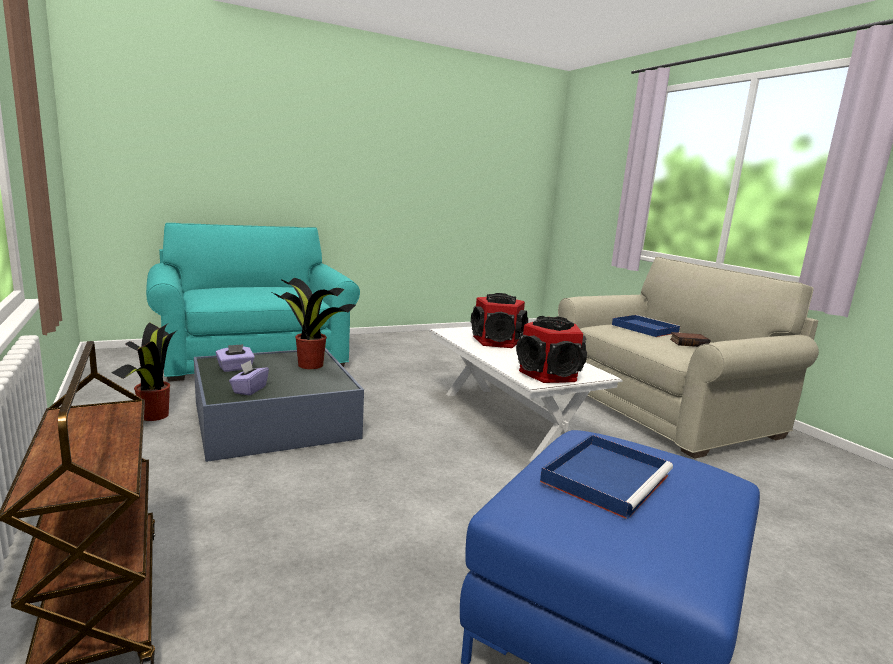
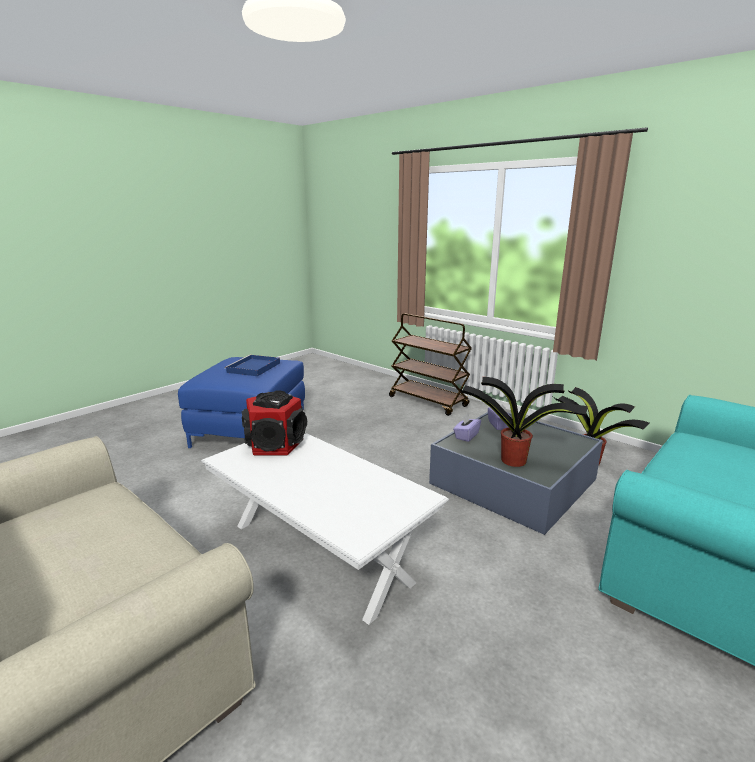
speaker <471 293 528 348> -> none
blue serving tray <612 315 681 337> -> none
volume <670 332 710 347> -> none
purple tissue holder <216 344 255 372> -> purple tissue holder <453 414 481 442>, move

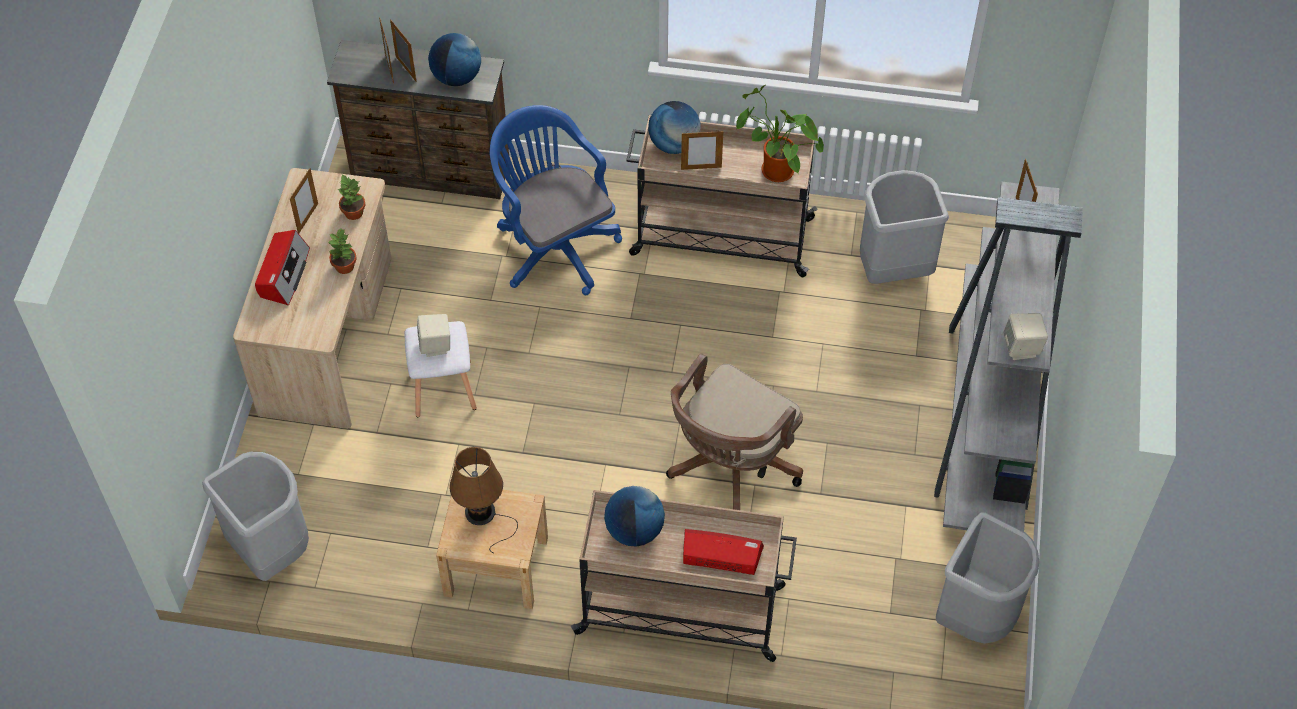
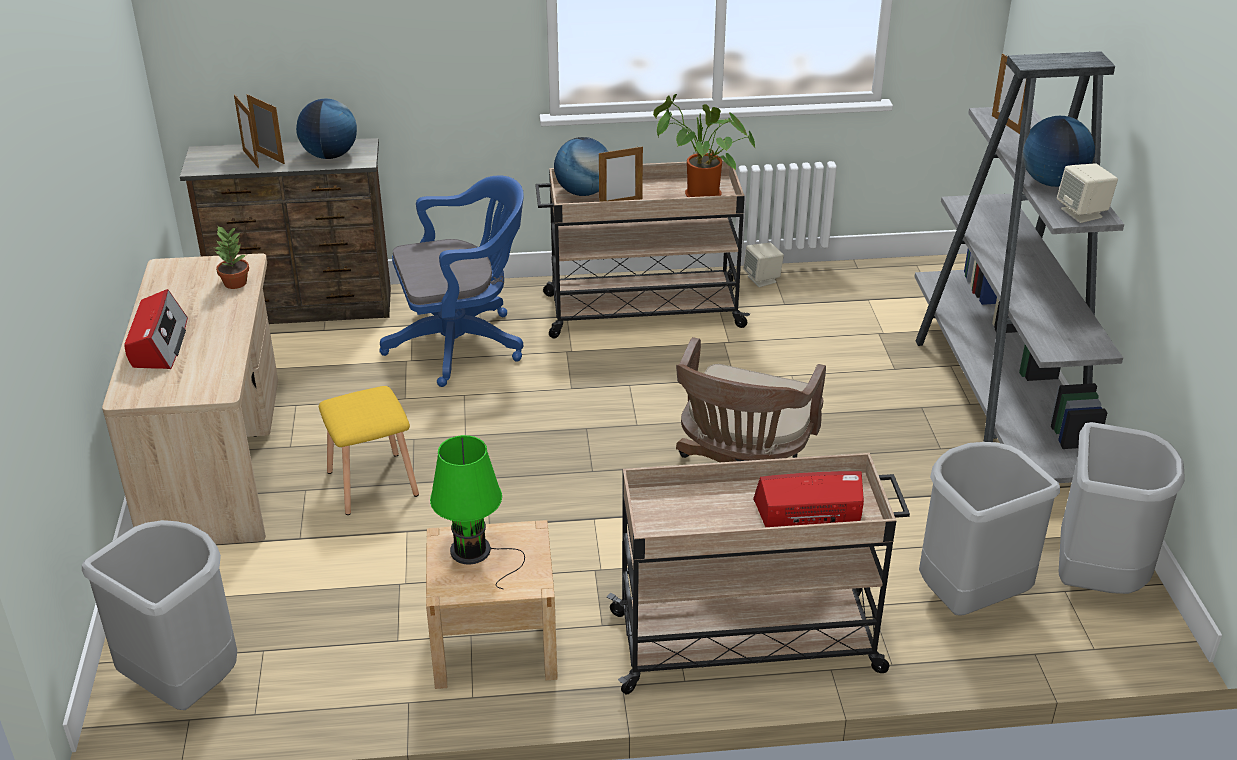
picture frame <290 168 318 234> -> none
plant in a pot <327 228 357 274> -> none
beige speaker <417 314 450 357> -> beige speaker <743 243 784 287>, move
desk globe <604 486 665 547> -> desk globe <1023 116 1095 187>, move
grey waste bin <860 170 949 284> -> grey waste bin <919 442 1060 616>, move
whitish sitting stool <405 321 477 417> -> yellow-coloured sitting stool <319 386 419 515>
brown-coloured table lamp <450 447 518 554> -> greenish table lamp <430 435 525 589>
blue office chair <490 105 622 295> -> blue office chair <379 175 524 387>, 120 degrees clockwise

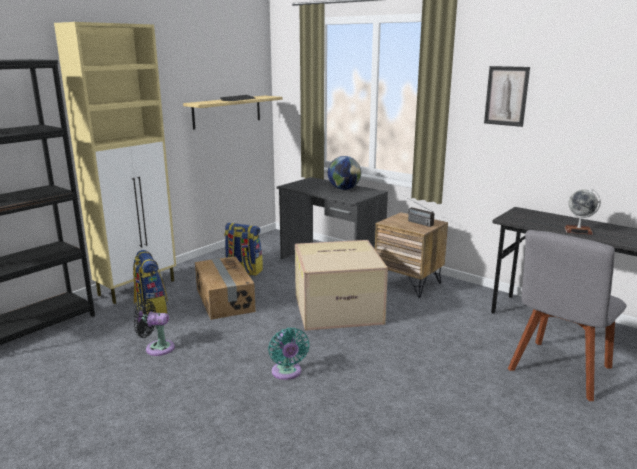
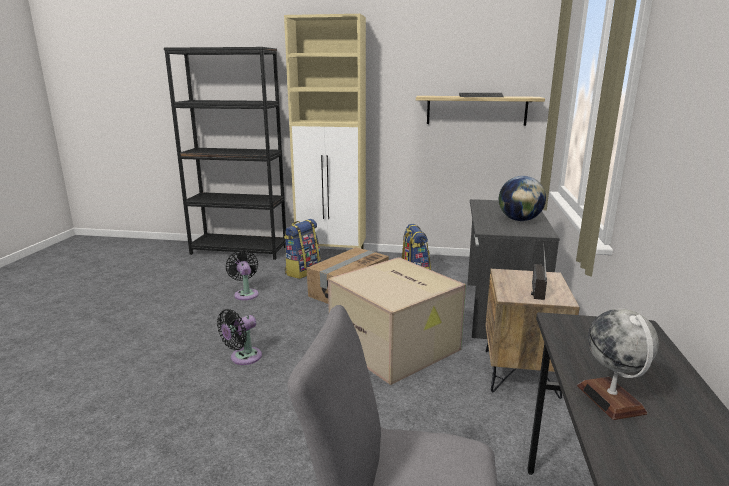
wall art <484 66 530 127> -> none
turquoise fan <268 328 309 380> -> blackish fan <217 309 262 365>

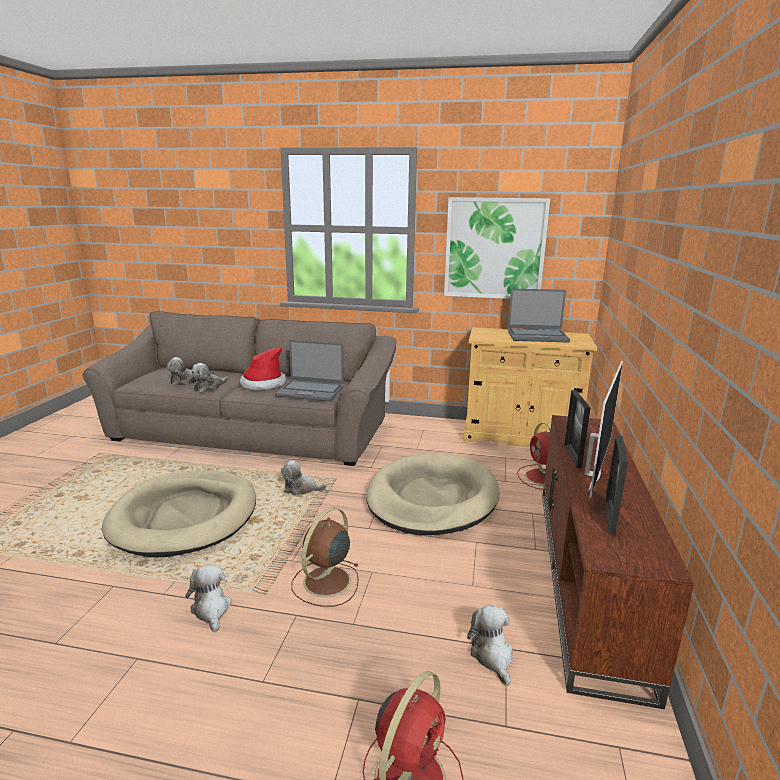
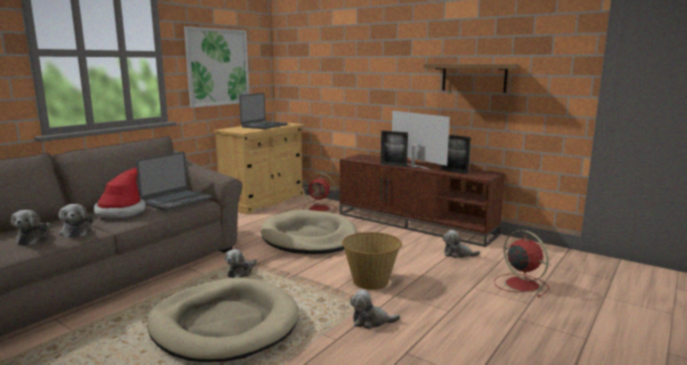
none -> bracket shelf <424 64 519 93>
brown-coloured fan <291 507 359 607> -> storage basket <342 232 402 290>

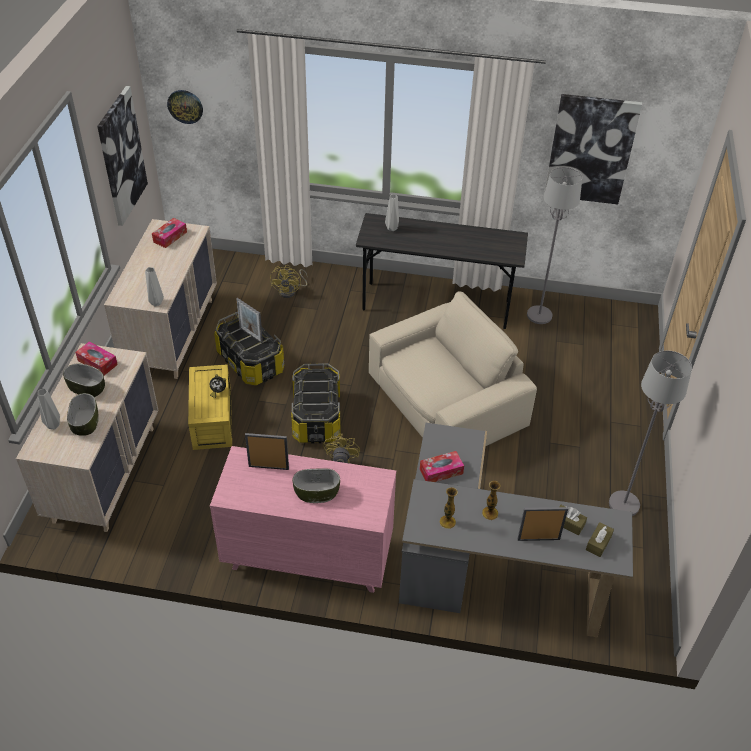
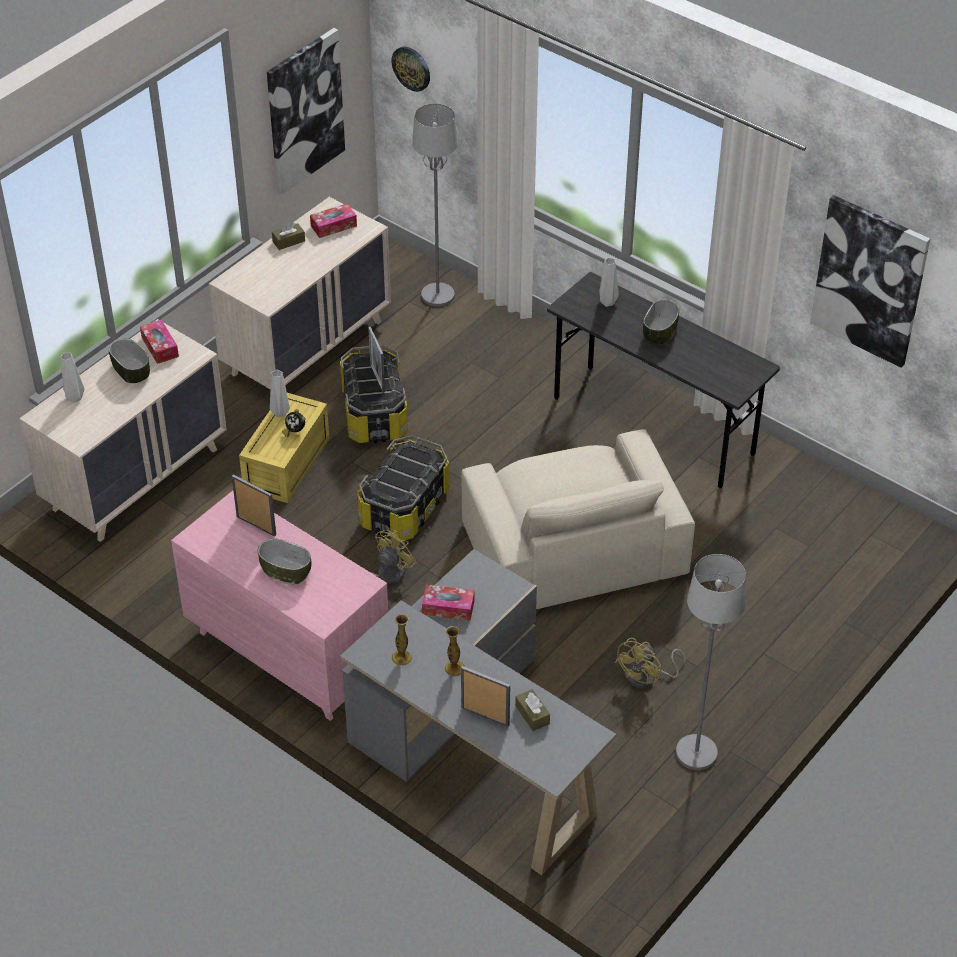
bowl <67 393 99 436> -> bowl <643 299 679 344>, move
grey flower vase <145 267 164 306> -> grey flower vase <270 370 290 417>, move
yellow-coloured fan <270 265 308 298> -> yellow-coloured fan <615 638 686 688>, move
grey standard lamp <527 167 582 324> -> grey standard lamp <412 103 458 307>, move
brown-coloured tissue holder <586 522 614 557> -> brown-coloured tissue holder <272 222 305 250>, move
beige armchair <369 291 537 446> -> beige armchair <462 429 695 609>, 75 degrees clockwise

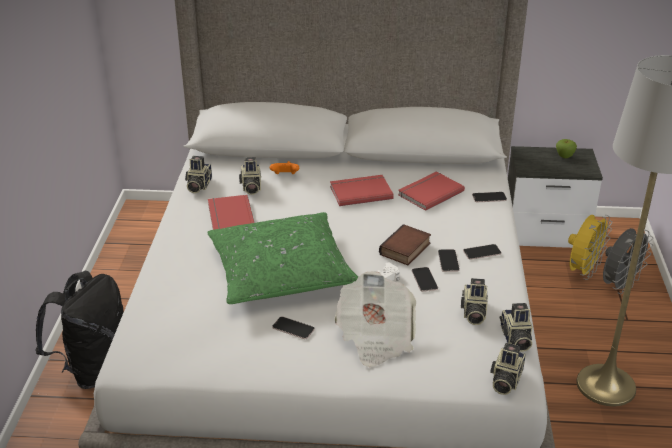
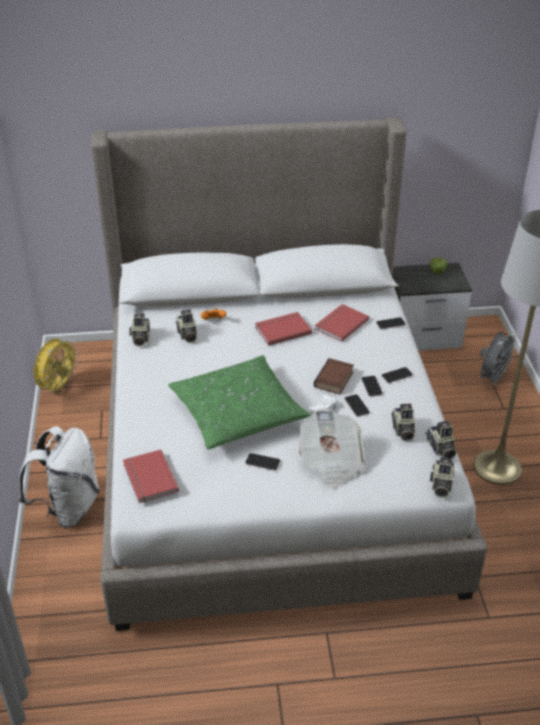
red volume <208 195 255 230> -> red volume <123 449 179 503>, move
yellow-coloured fan <568 215 613 280> -> yellow-coloured fan <34 338 79 395>, move
blackish rucksack <35 270 124 389> -> whitish rucksack <19 426 100 528>

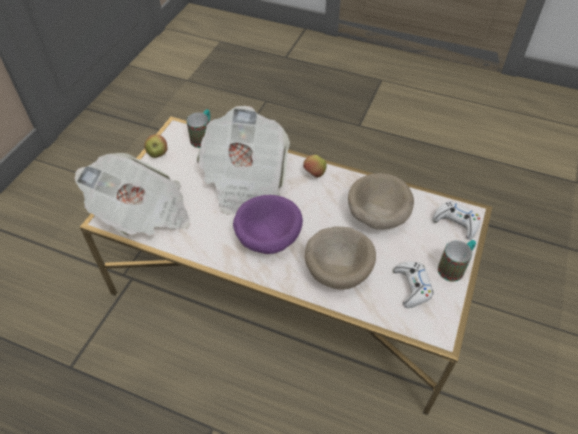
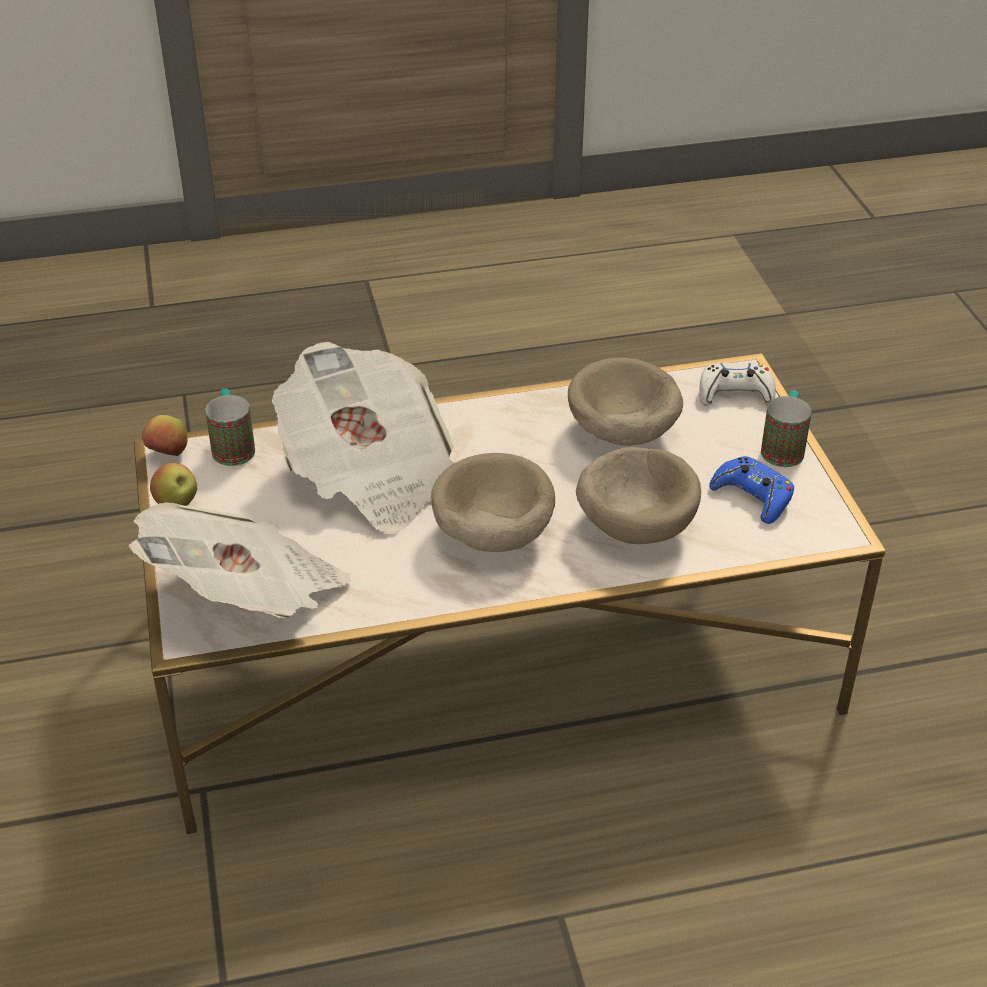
whole apple <303 155 327 178> -> whole apple <142 415 188 456>, move
purple bowl <233 195 303 254> -> beige bowl <431 453 555 552>
whitish game controller <393 261 433 308> -> blue game controller <709 456 794 524>

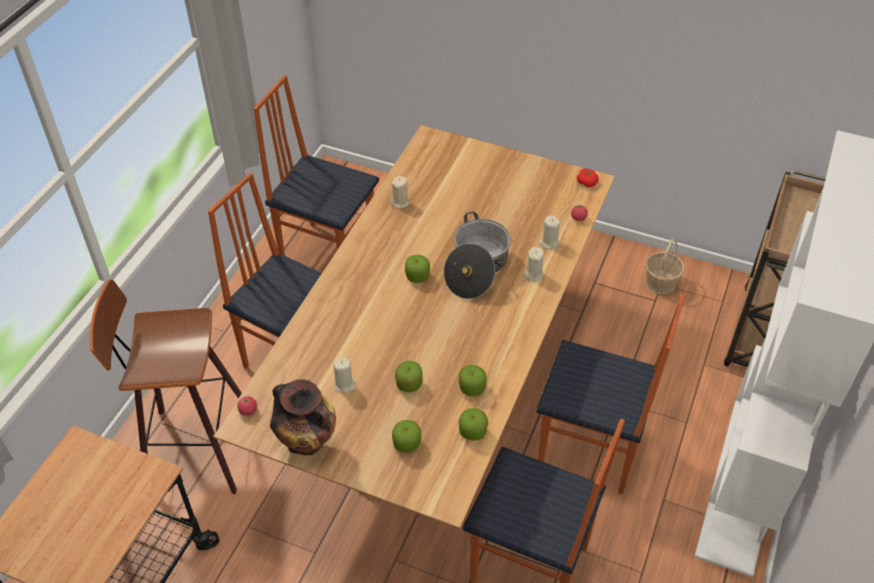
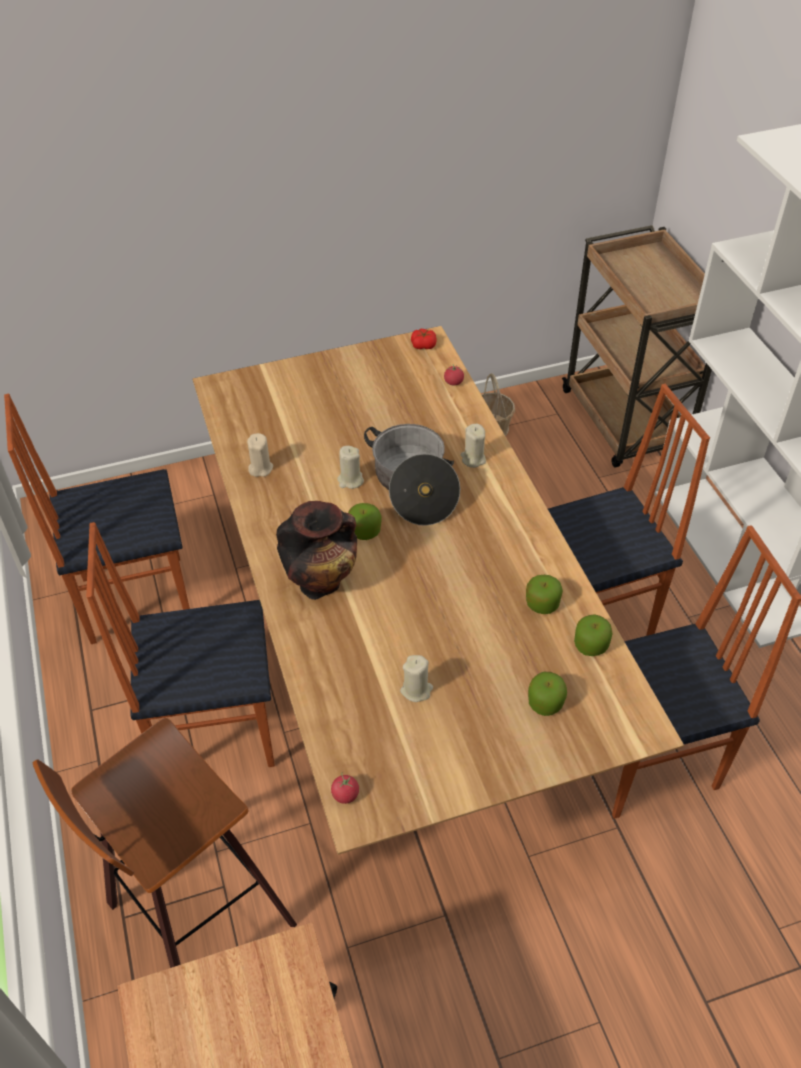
whole apple <395 361 423 393> -> none
flower vase <270 379 336 455> -> flower vase <276 501 357 600>, move
beige candle <539 215 561 250> -> beige candle <337 446 364 489>, move

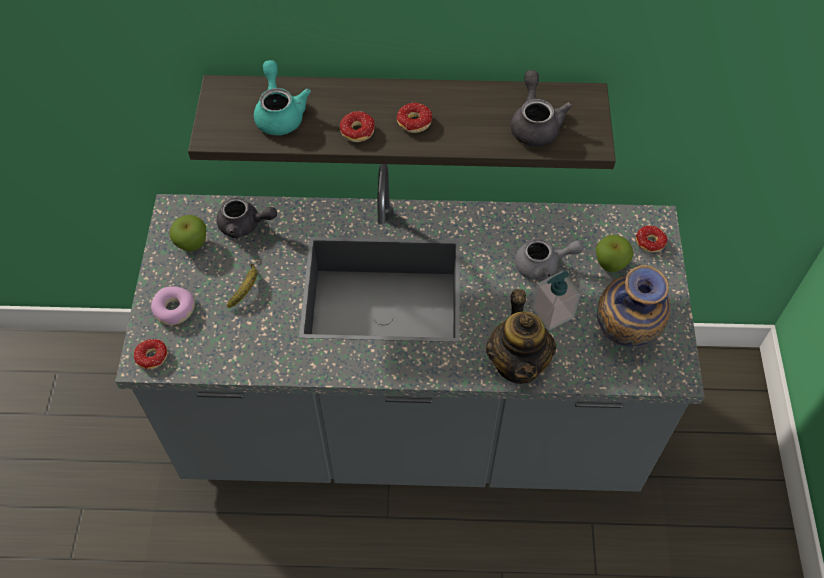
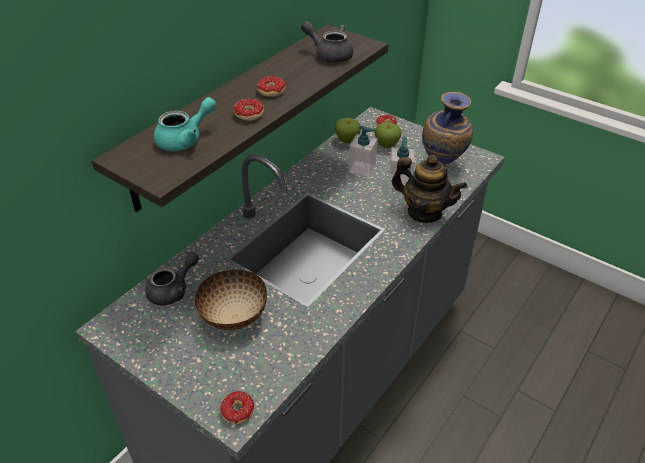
donut <151 286 195 325> -> none
whole apple <170 215 206 252> -> whole apple <335 118 361 143>, move
banana fruit <227 264 257 308> -> bowl <194 269 267 330>
grey pot for tea <515 238 584 281> -> liquid soap bottle <348 126 378 177>
turquoise pot for tea <254 60 311 135> -> turquoise pot for tea <154 97 216 151>, 120 degrees clockwise

